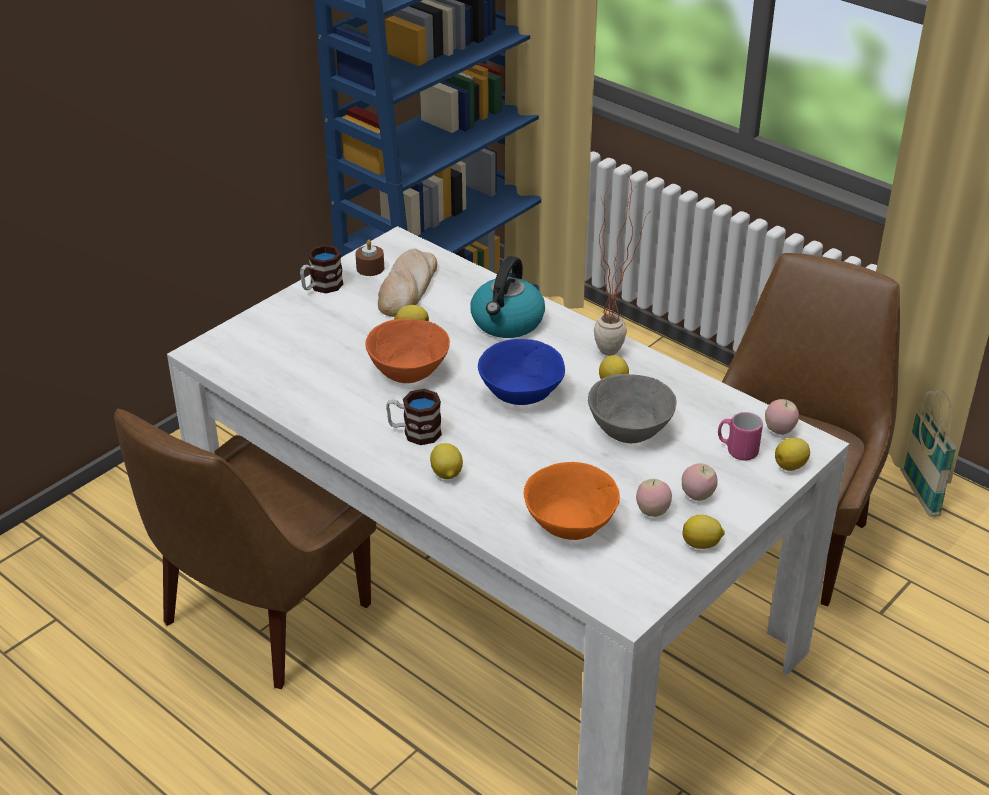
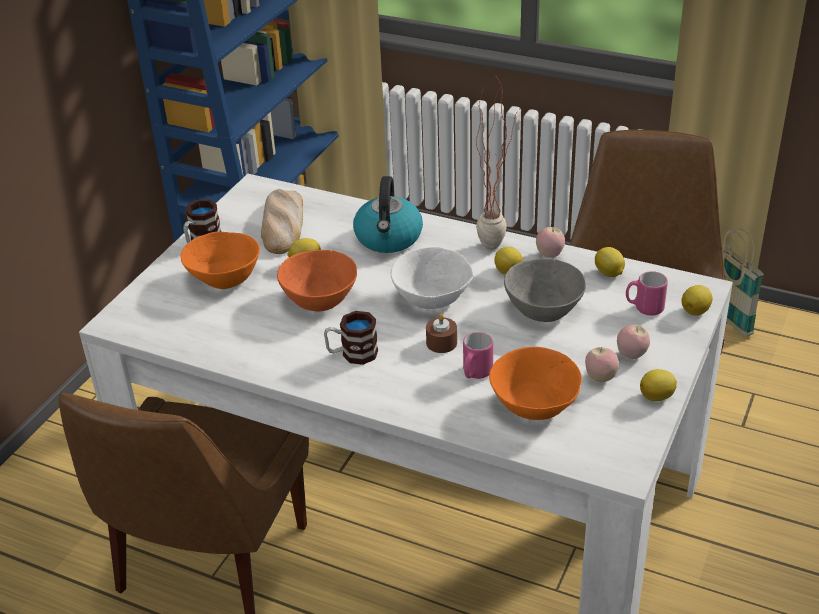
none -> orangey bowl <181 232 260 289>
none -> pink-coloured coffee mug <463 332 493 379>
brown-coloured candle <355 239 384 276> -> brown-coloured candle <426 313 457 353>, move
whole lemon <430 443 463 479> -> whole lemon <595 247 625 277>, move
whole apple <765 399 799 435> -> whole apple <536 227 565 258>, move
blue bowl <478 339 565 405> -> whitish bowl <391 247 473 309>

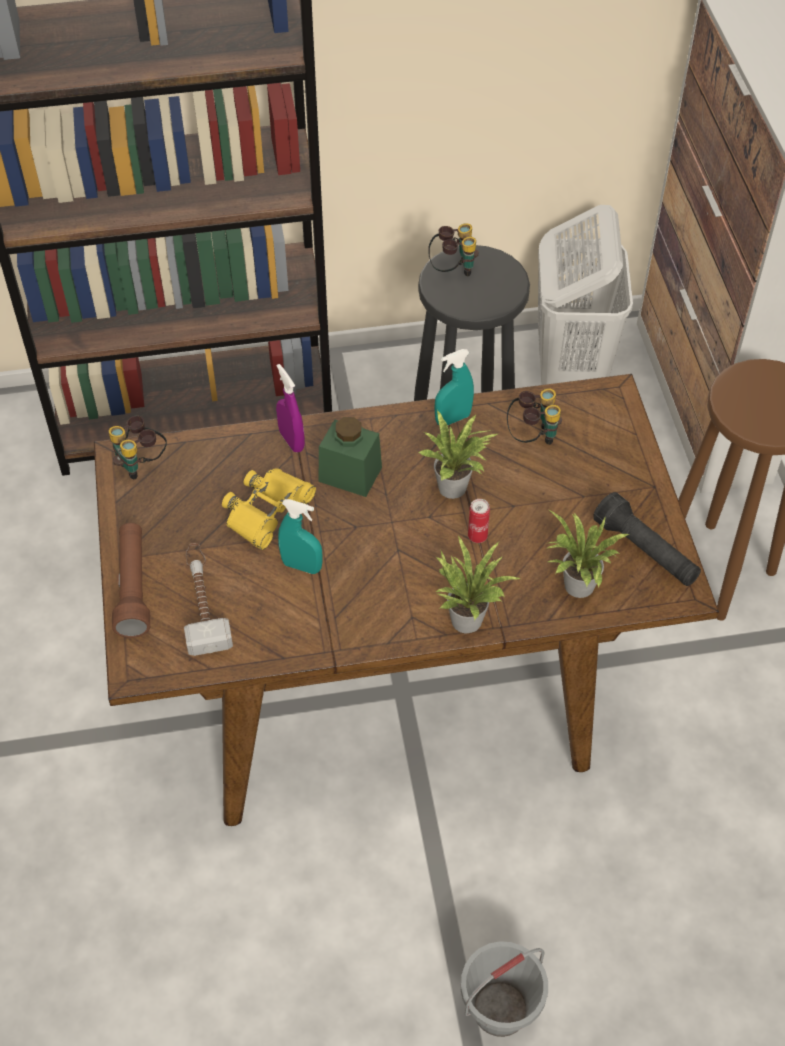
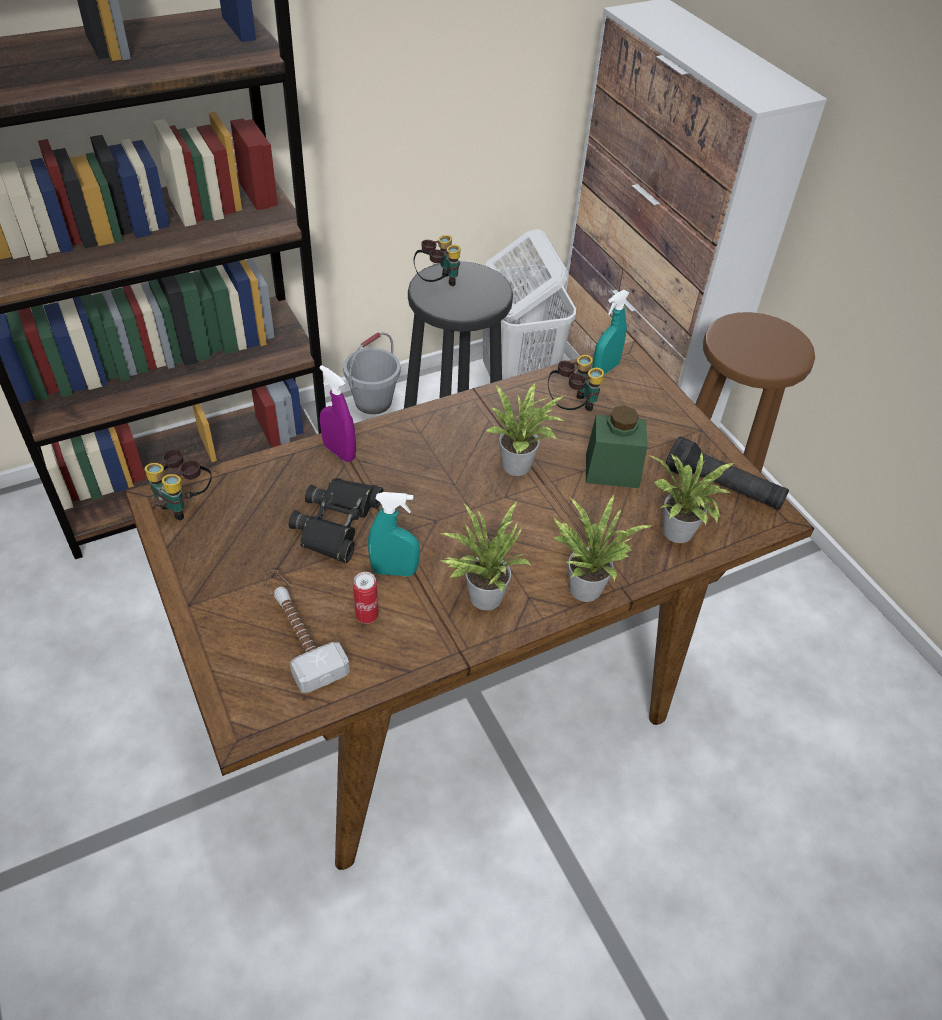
brown-coloured torch <112 523 150 638> -> none
none -> plant in a pot <439 500 532 610>
greenish preserve jar <318 417 382 497> -> greenish preserve jar <586 405 647 488>, move
turquoise sprayer <434 349 474 425> -> turquoise sprayer <592 290 630 374>, move
grey pail <461 941 548 1037> -> grey pail <343 332 400 414>, move
can <468 499 490 543> -> can <353 572 378 624>, move
yellow-coloured field glasses <222 468 316 550> -> blackish field glasses <289 478 384 563>

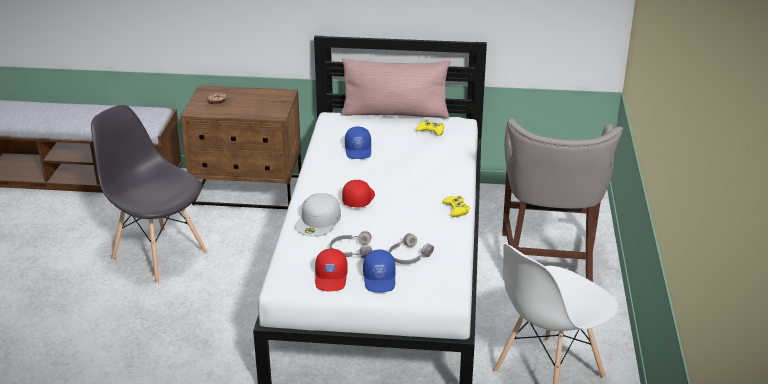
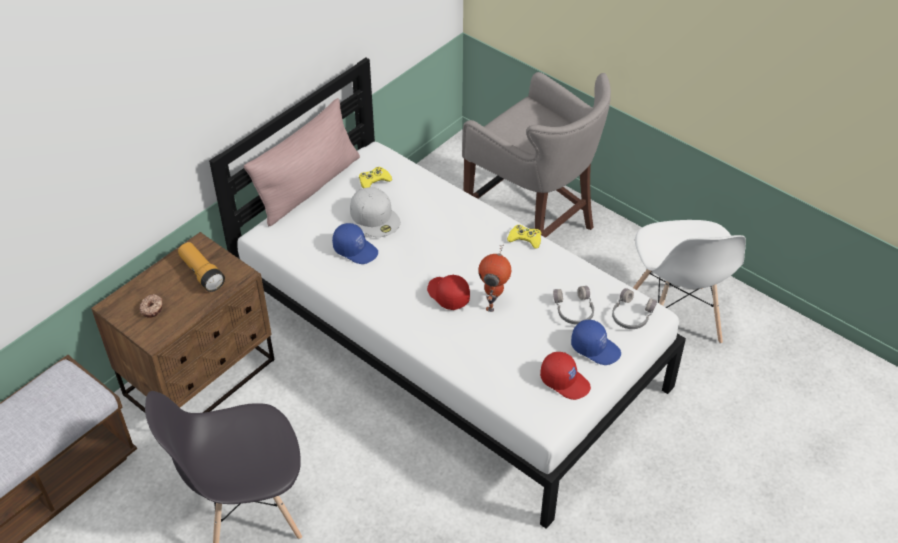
none -> torch <178 242 225 292>
none -> robot figure <478 244 511 312>
whitish peaked cap <295 193 341 237> -> whitish peaked cap <350 187 401 237>, move
grey headphones <330 231 372 259> -> grey headphones <612 288 657 329>, move

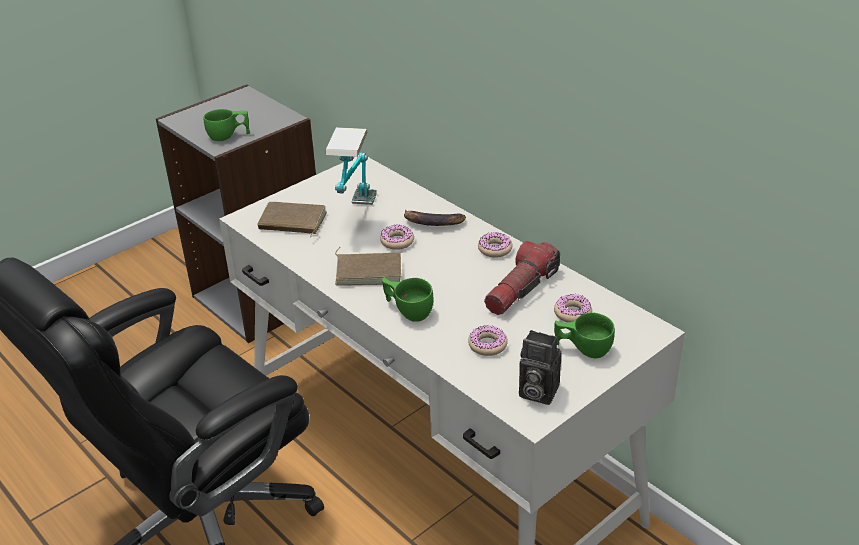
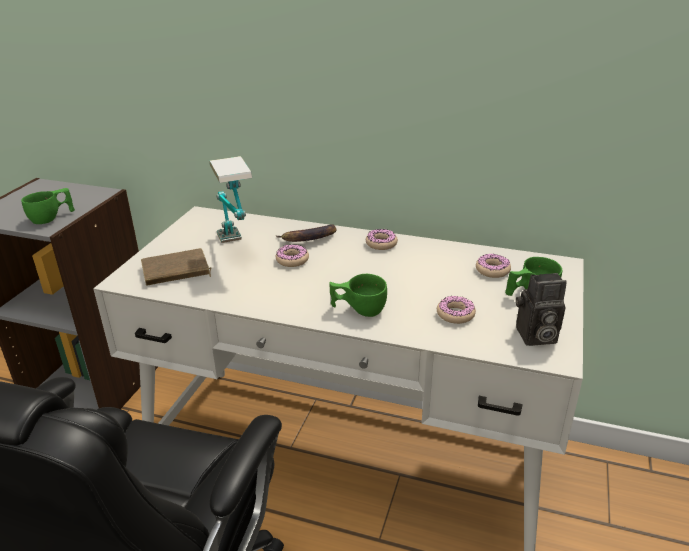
brown-coloured volume <335 247 401 286> -> none
torch <484 241 560 315> -> none

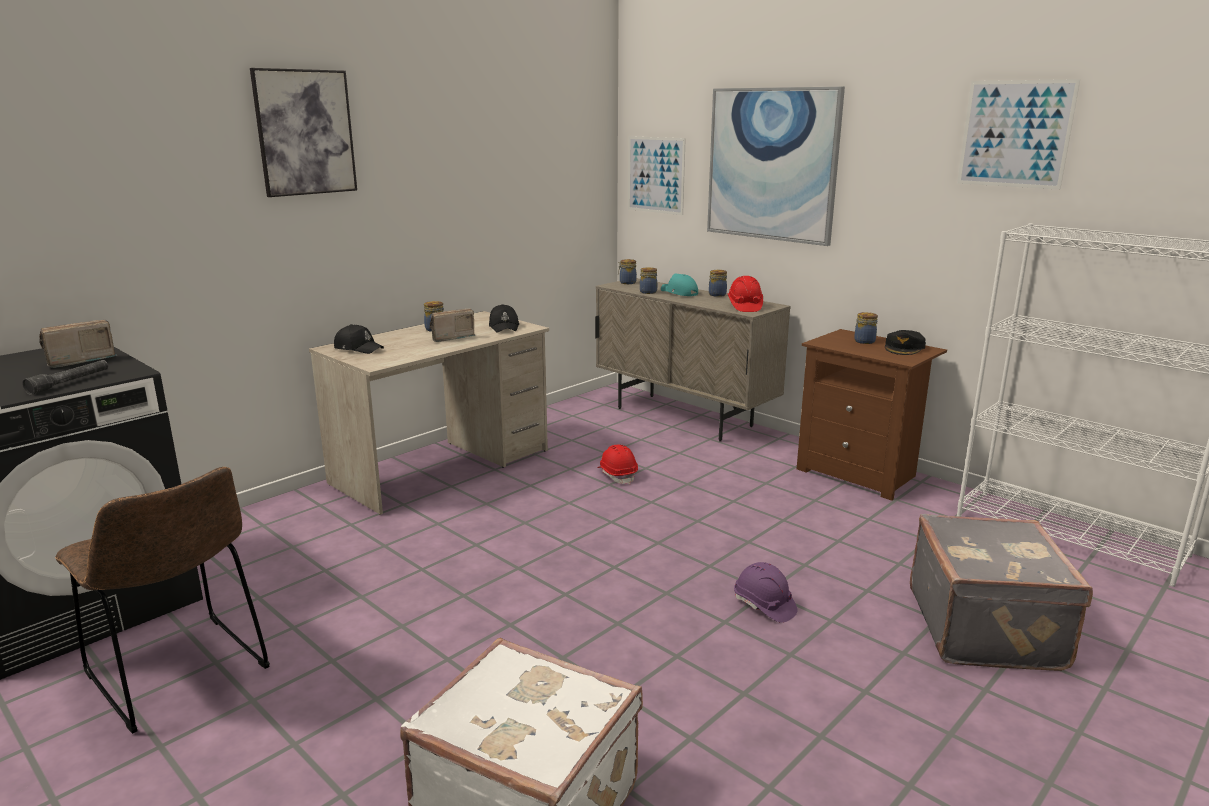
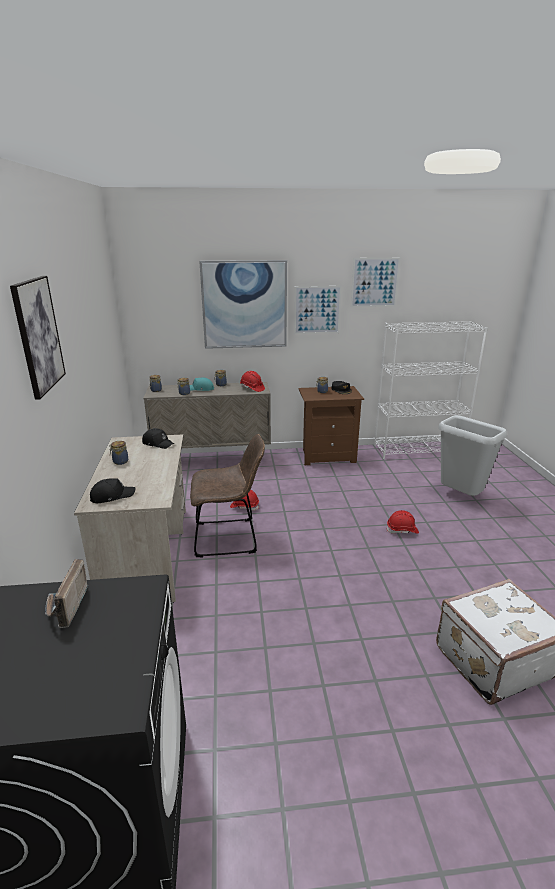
grey torch <22 360 108 395> -> none
radio receiver <430 308 475 342> -> none
brown-coloured plain chair <55 467 270 734> -> brown-coloured plain chair <190 434 265 557>, move
wall art <628 136 686 215> -> wall art <294 286 342 334>, move
grey piece of luggage <910 514 1093 671> -> grey waste bin <439 415 507 496>
purple work helmet <734 562 797 623> -> red work helmet <387 510 419 534>

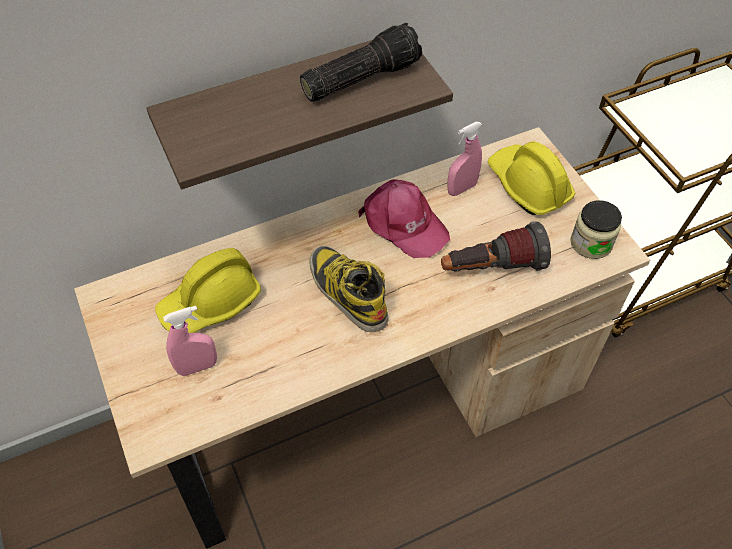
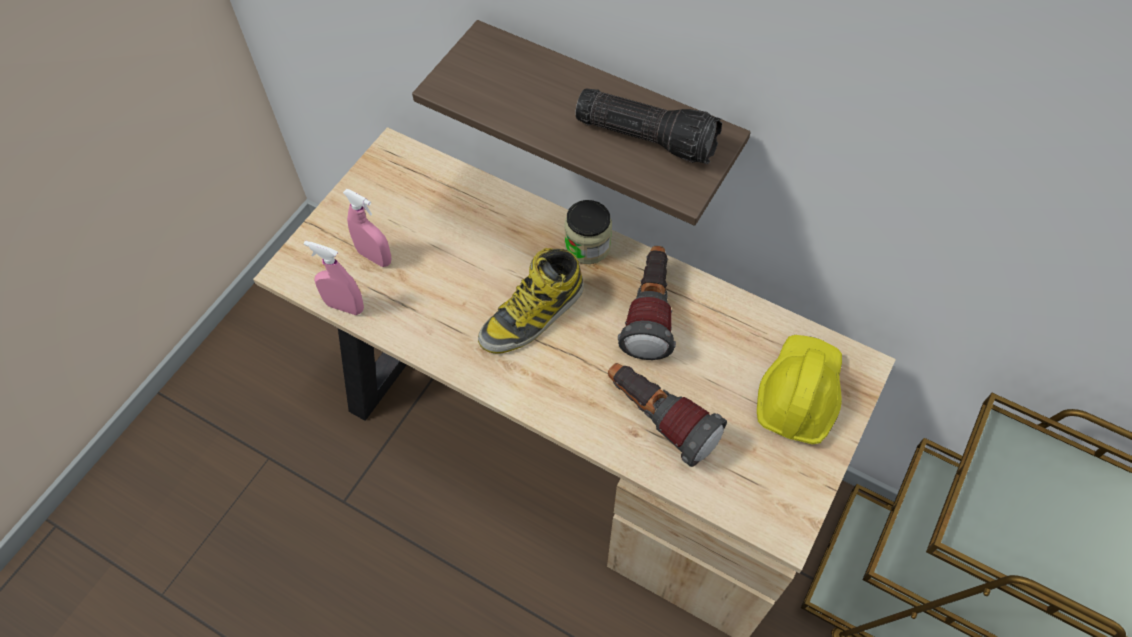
yellow-coloured work helmet <155 248 261 333> -> none
pink-coloured sprayer <447 122 482 196> -> pink-coloured sprayer <304 241 364 315>, move
preserve jar <570 200 622 259> -> preserve jar <564 200 612 264>, move
pink-coloured peaked cap <358 179 450 258> -> torch <618 246 676 360>
boot <310 246 389 332> -> boot <478 248 584 353>, 150 degrees counterclockwise

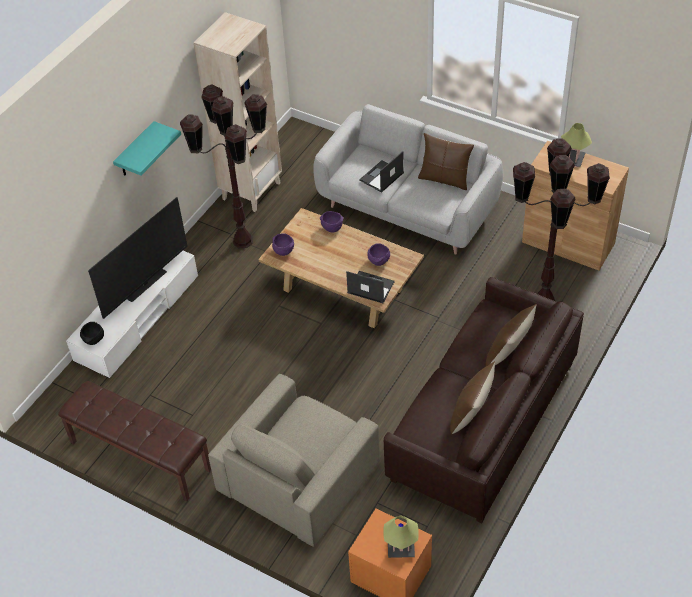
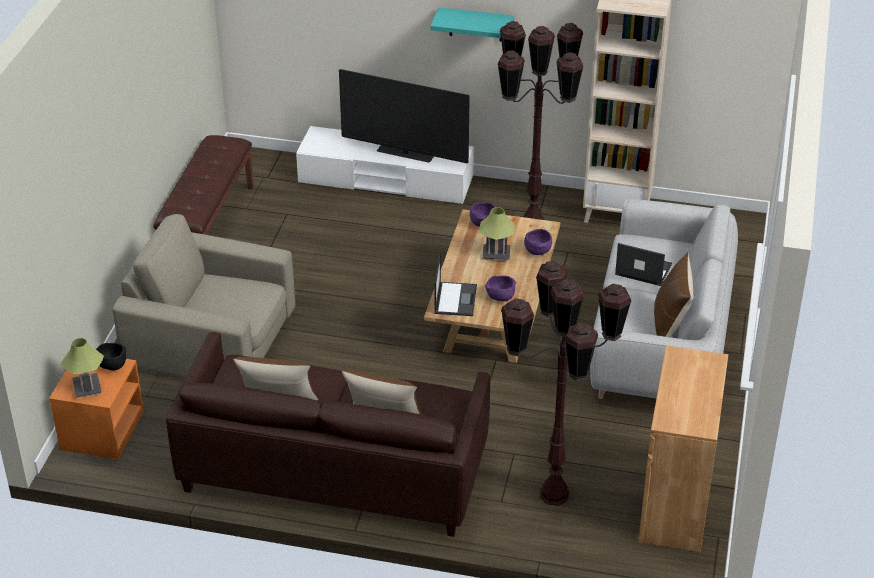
blackish bowl <80 322 104 345> -> blackish bowl <96 343 127 371>, move
table lamp <561 123 592 167> -> table lamp <479 207 515 261>, move

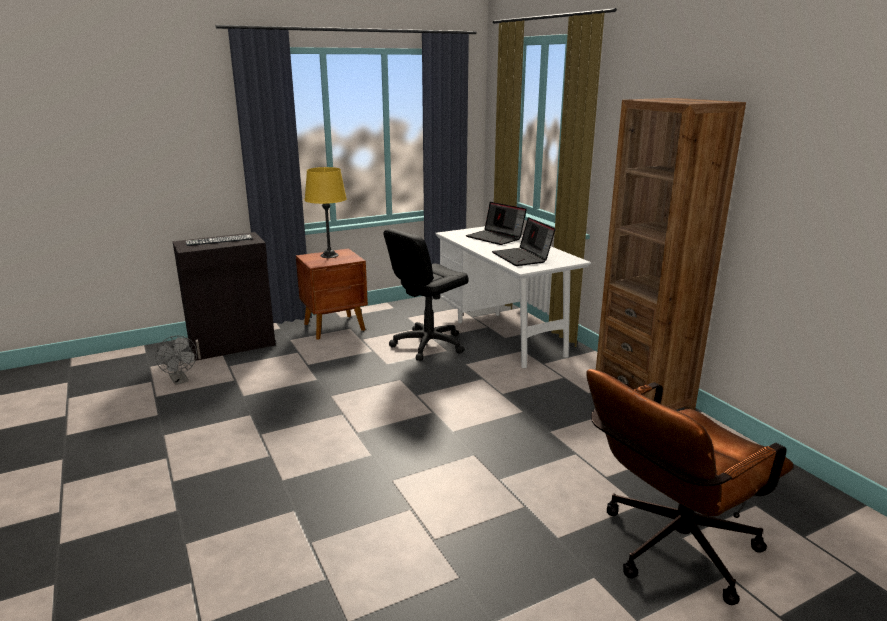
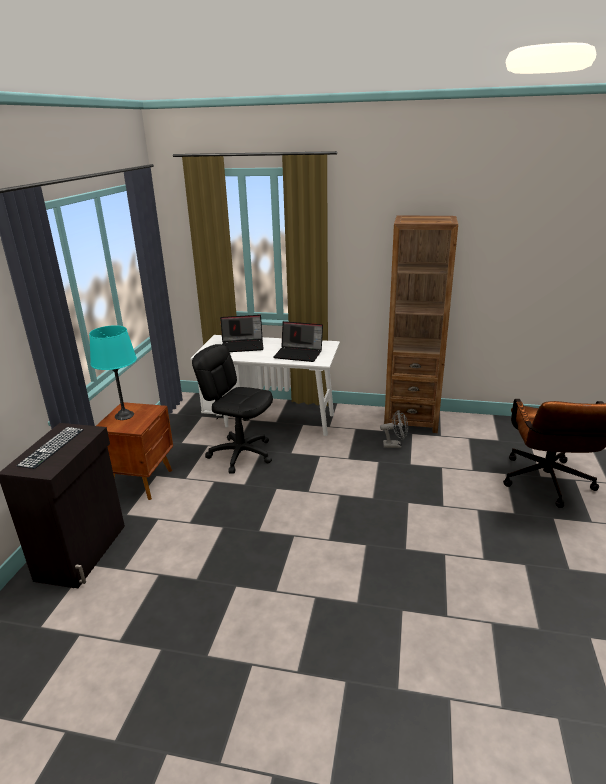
grey fan <155 336 197 385> -> grey fan <380 410 408 448>, move
yellow-coloured table lamp <305 167 347 258> -> turquoise table lamp <89 325 137 420>
blackish office chair <383 228 469 361> -> blackish office chair <192 344 273 474>, 120 degrees clockwise

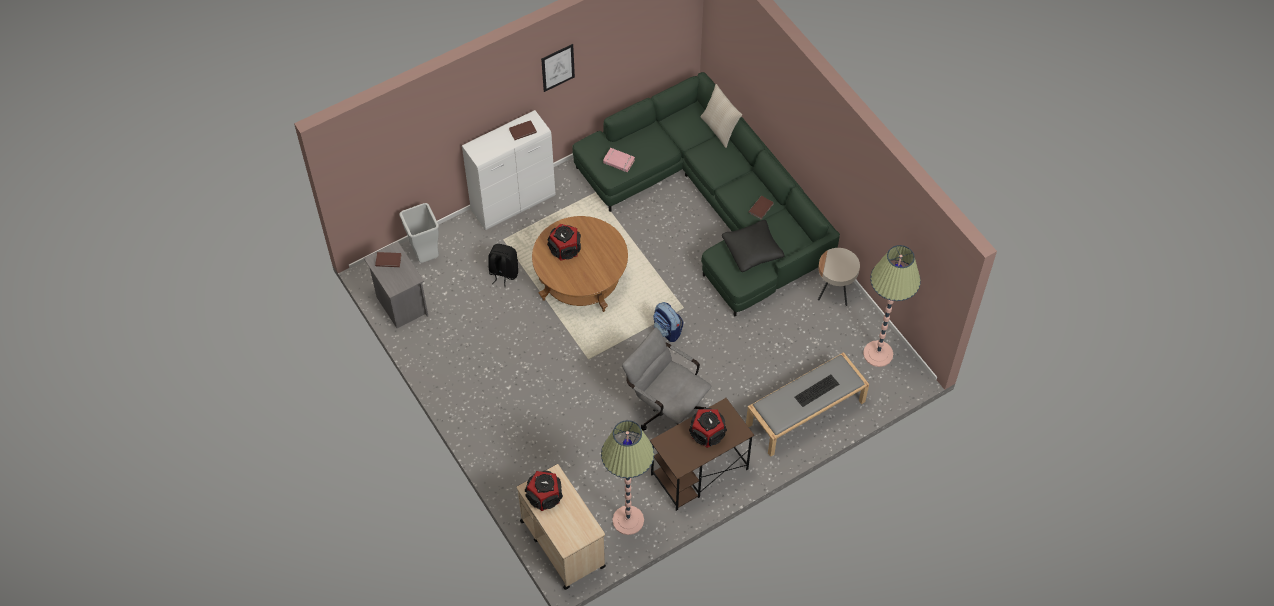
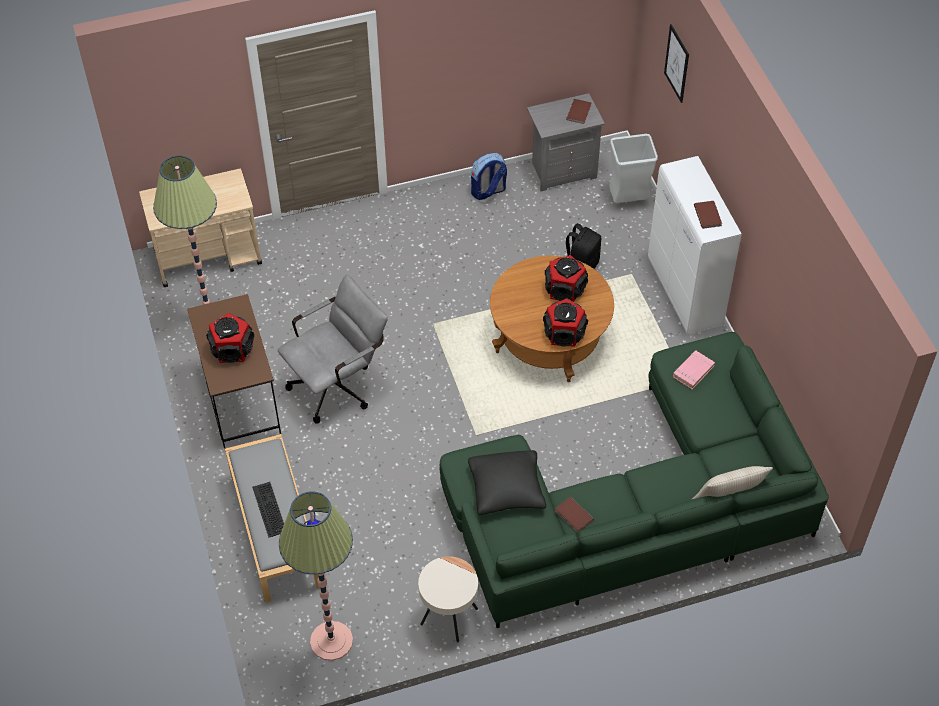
speaker <525 471 563 511> -> speaker <543 298 588 347>, move
wall art <541 44 575 92> -> wall art <664 24 689 103>, move
rucksack <653 302 683 342> -> rucksack <471 153 507 200>, move

